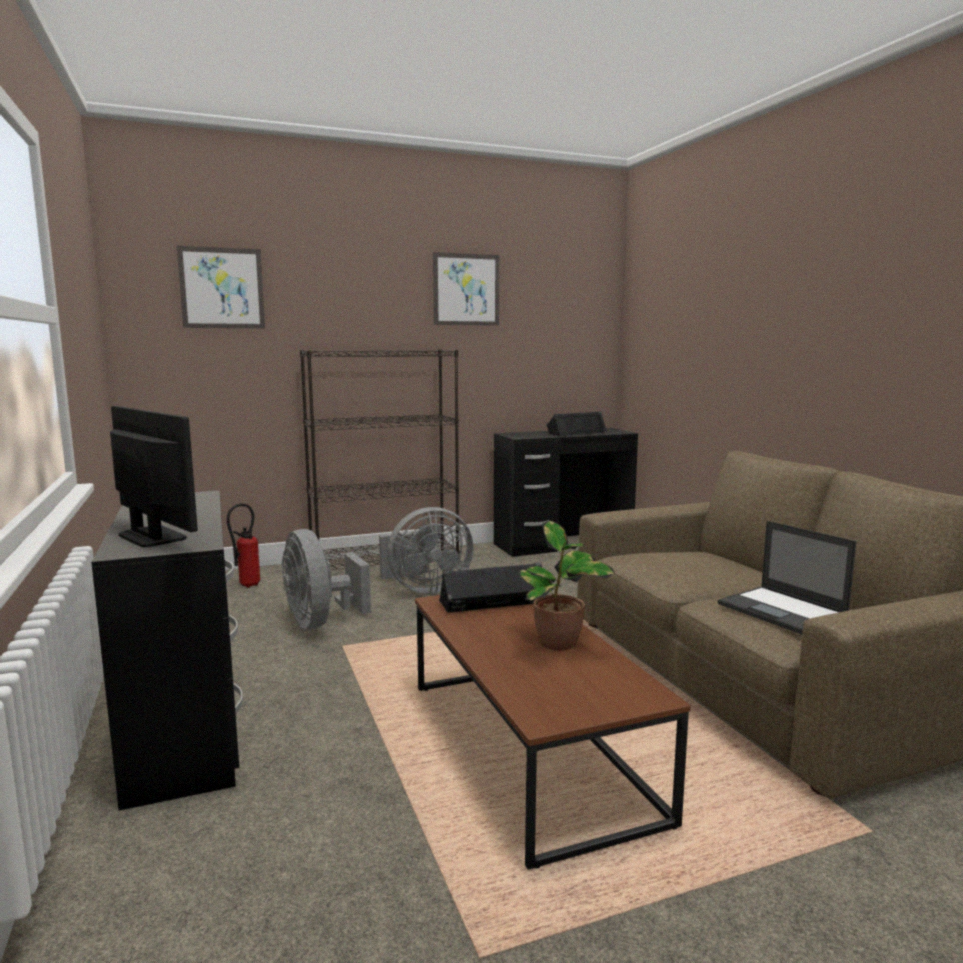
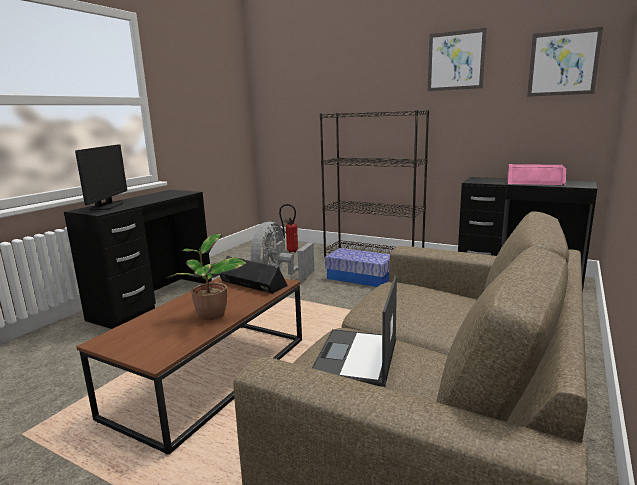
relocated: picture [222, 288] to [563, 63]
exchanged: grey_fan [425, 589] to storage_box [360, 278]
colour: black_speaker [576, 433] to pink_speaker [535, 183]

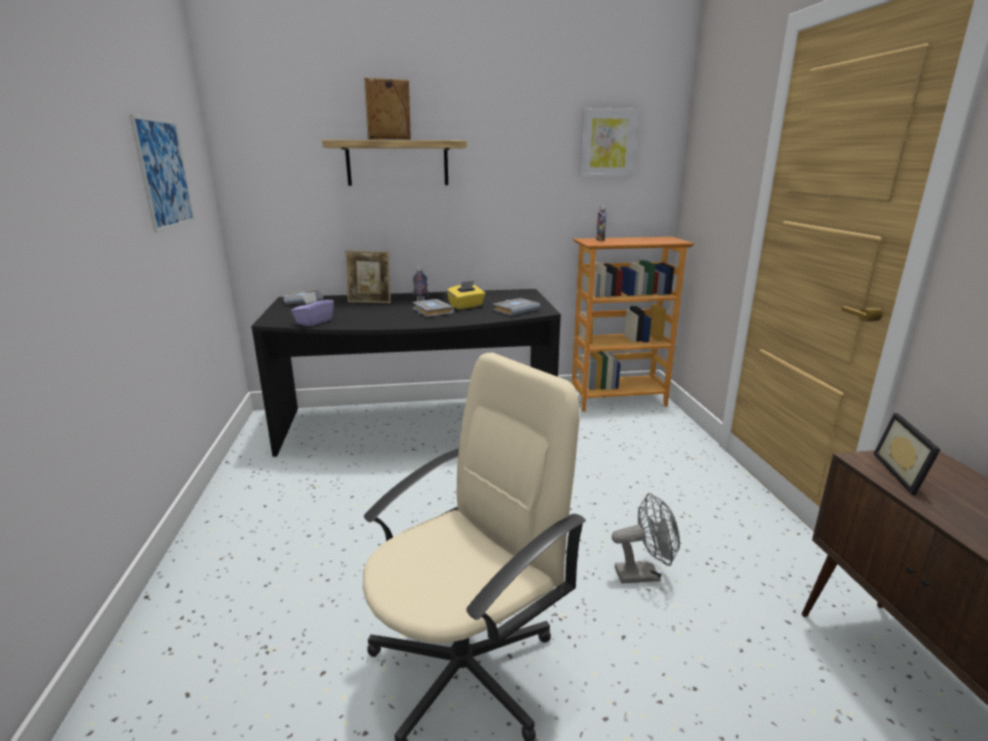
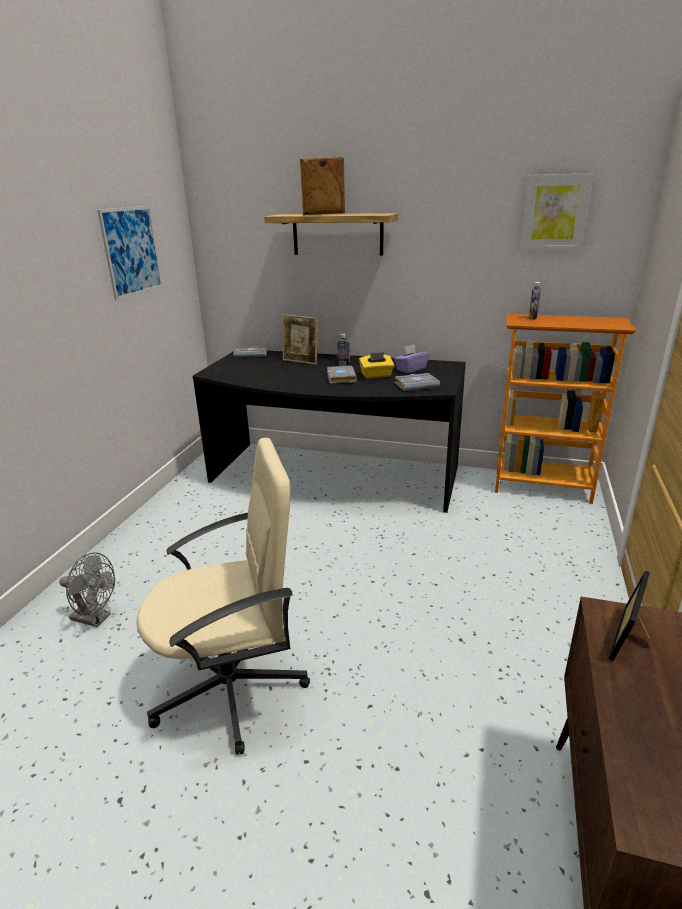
relocated: purple_tissue_box [314, 322] to [410, 369]; grey_fan [644, 574] to [96, 618]

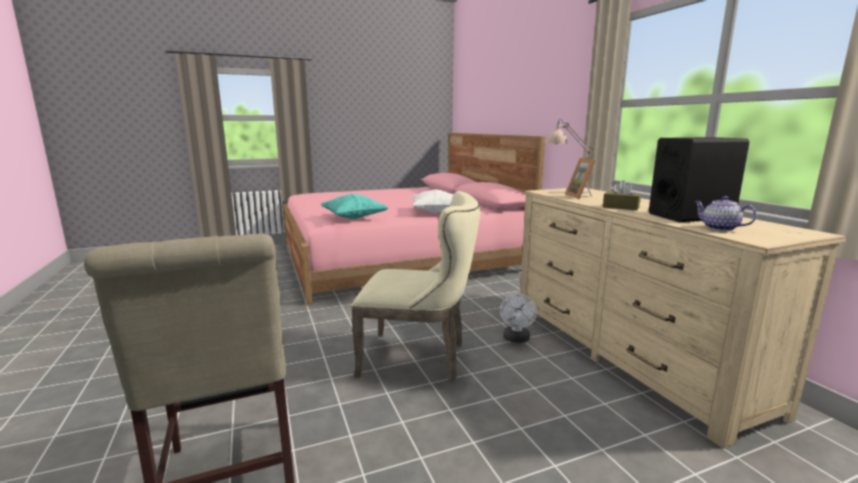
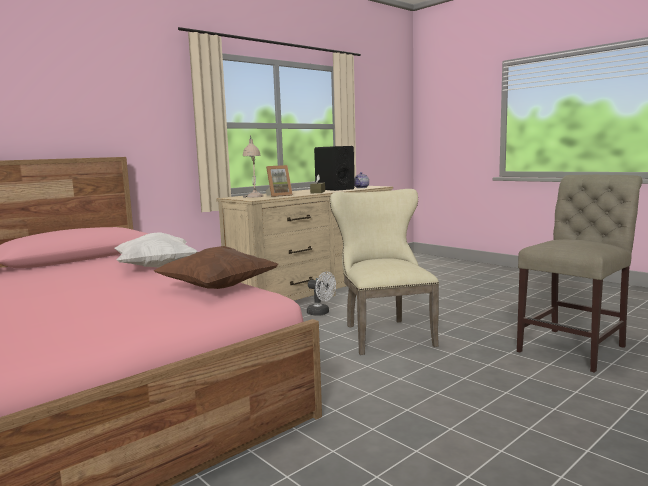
colour: turquoise_pillow [354, 218] to brown_pillow [217, 288]
spun: white_fan [516, 339] = [321, 313] 45 degrees clockwise

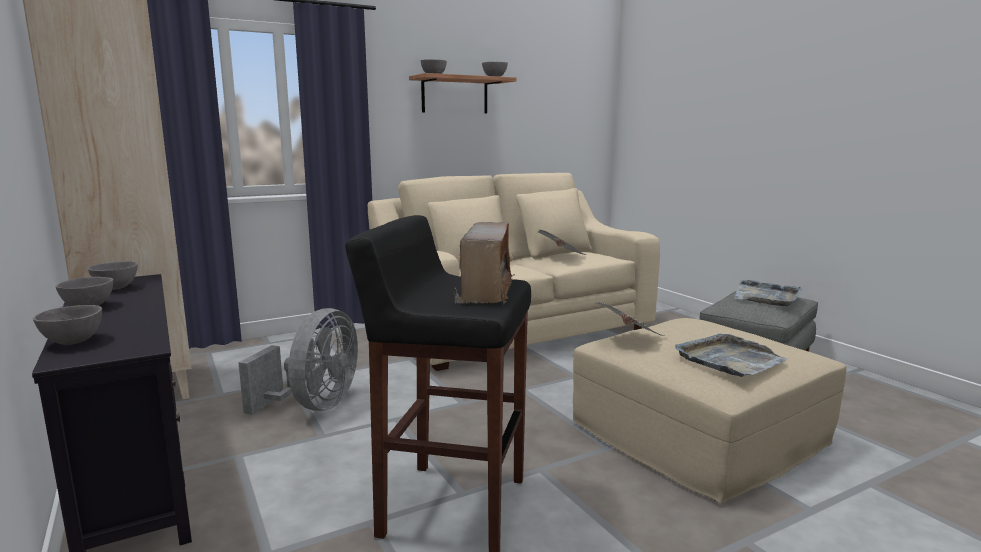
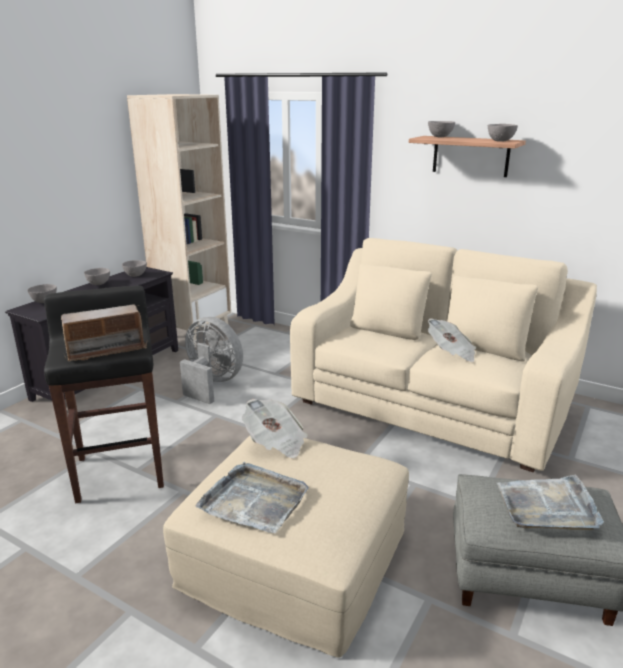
spun: grey_fan [314, 406] = [211, 384] 135 degrees counterclockwise

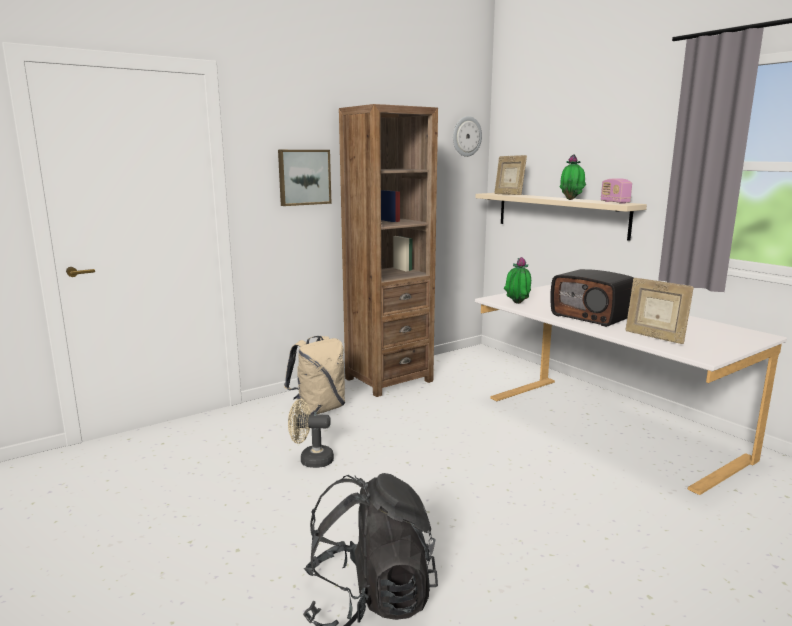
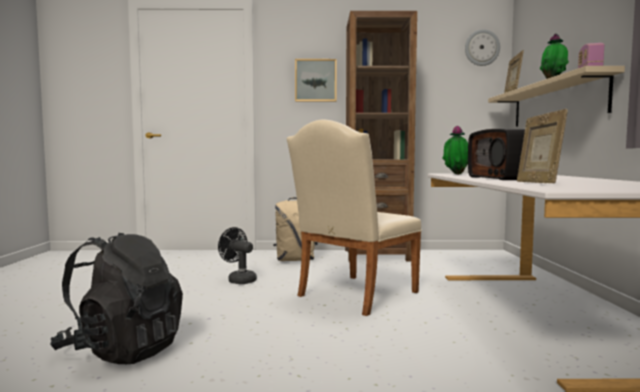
appeared: beige_chair [353, 295]
colour: beige_fan [311, 460] to black_fan [239, 280]

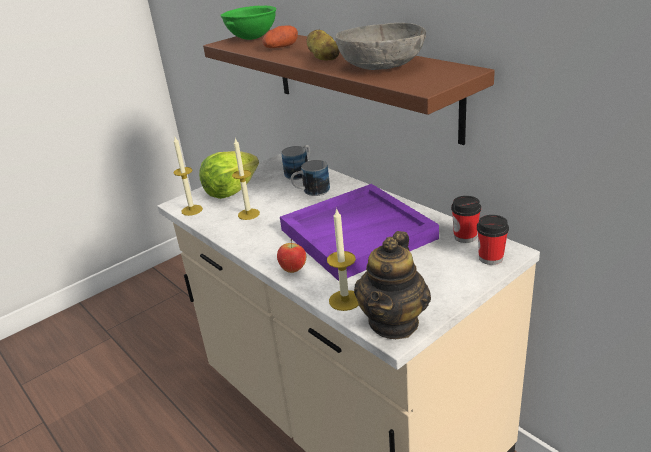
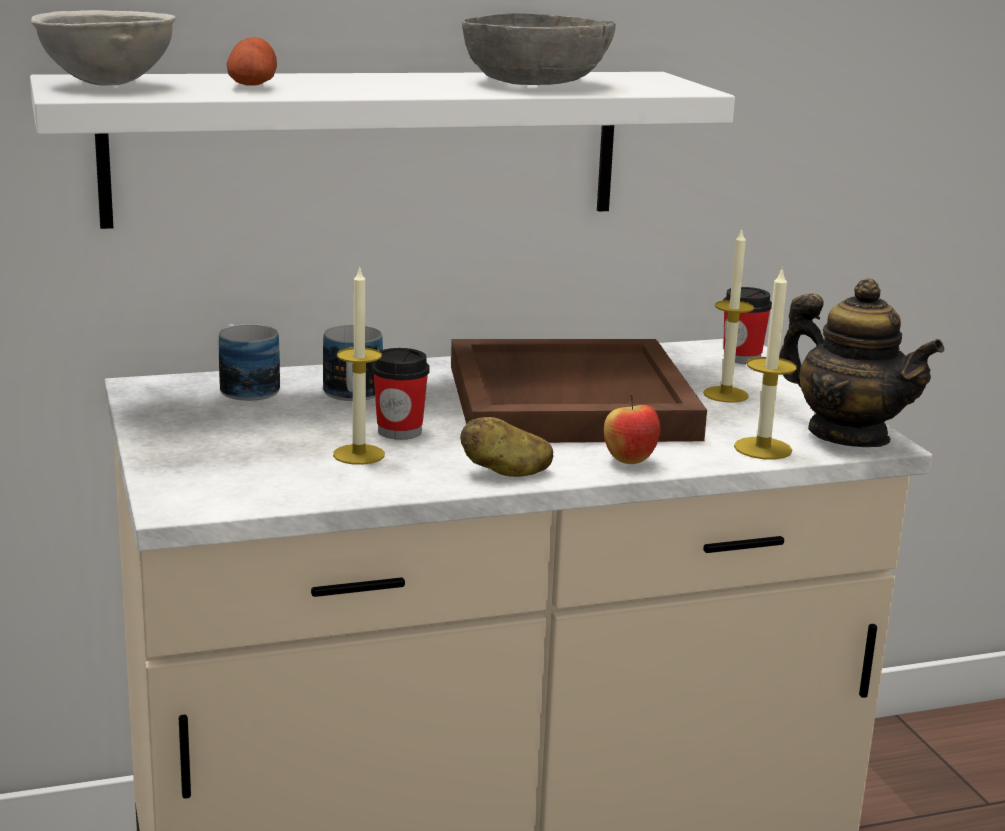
missing: lettuce [231, 190]
relocated: candle [192, 210] to [725, 394]; potato [323, 58] to [505, 472]; cup [465, 237] to [399, 431]
colour: brown_shelf [360, 81] to white_shelf [367, 146]; green_bowl [251, 38] to grey_bowl [105, 85]; purple_tray [357, 233] to brown_tray [567, 401]

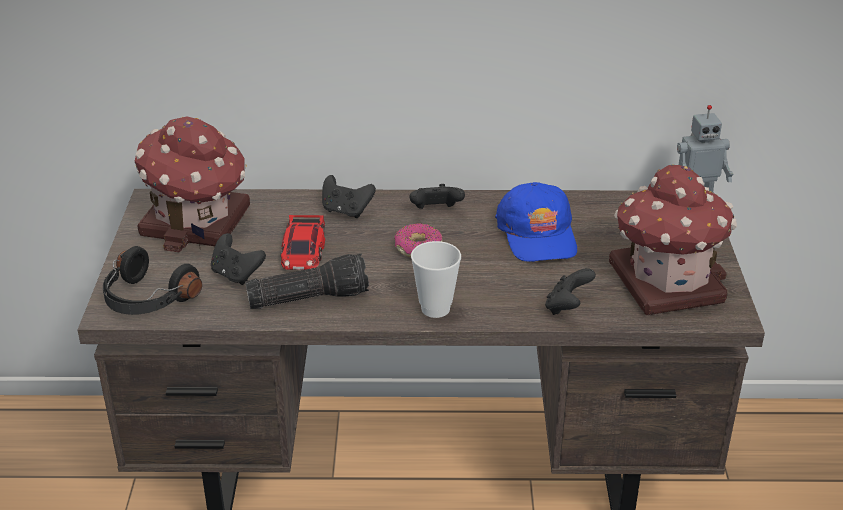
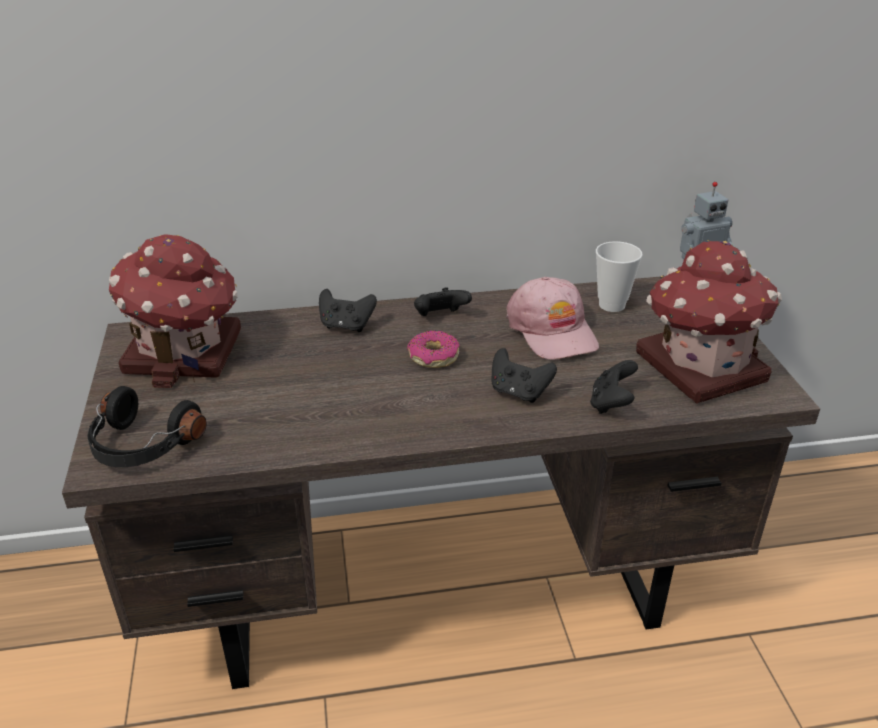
missing: flashlight [309, 297]; toy_car [303, 249]
relocated: black_game_controller [236, 274] to [519, 392]; cup [435, 309] to [611, 305]
colour: blue_cap [538, 234] to pink_cap [552, 330]

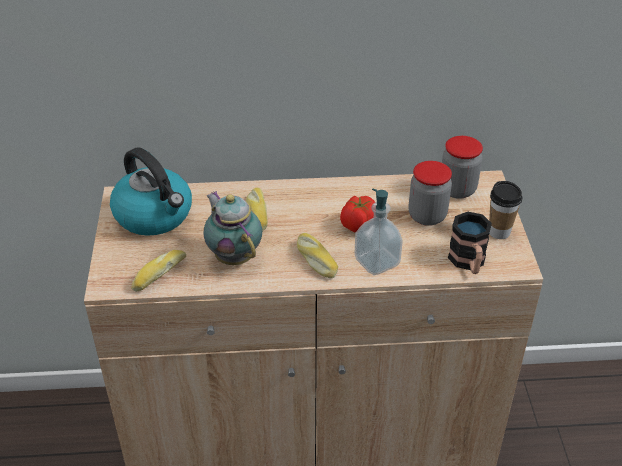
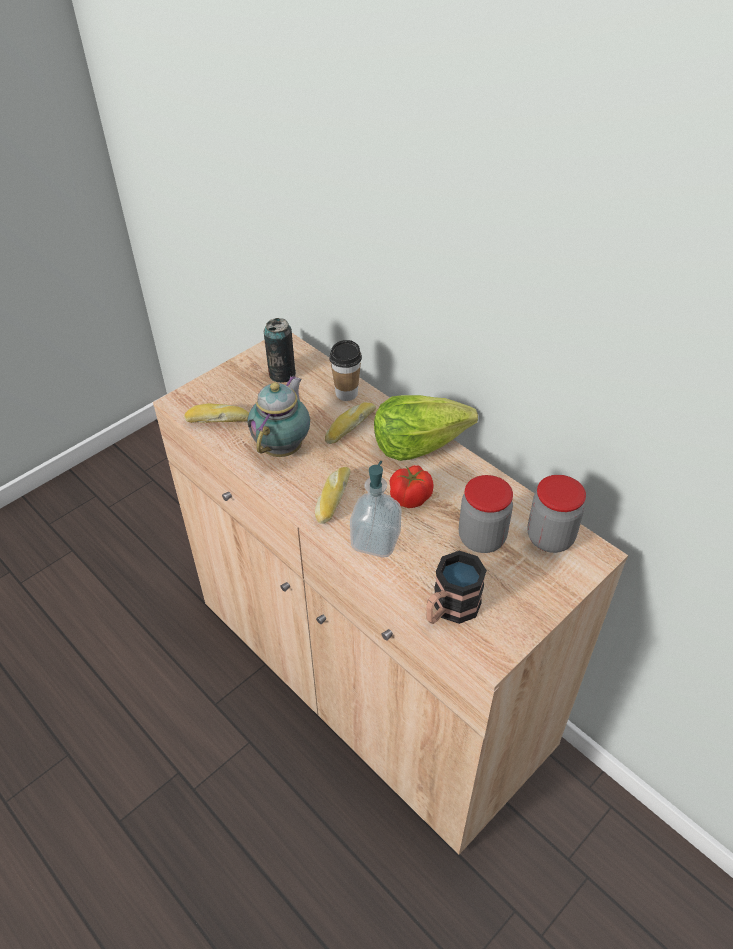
appeared: lettuce [418, 443]
relocated: cup [499, 232] to [346, 393]
exchanged: kettle [155, 215] to can [282, 374]

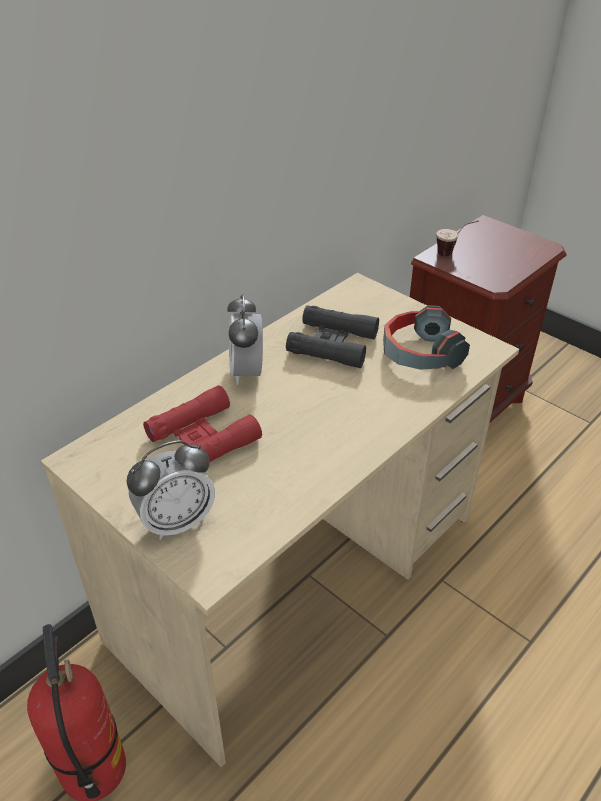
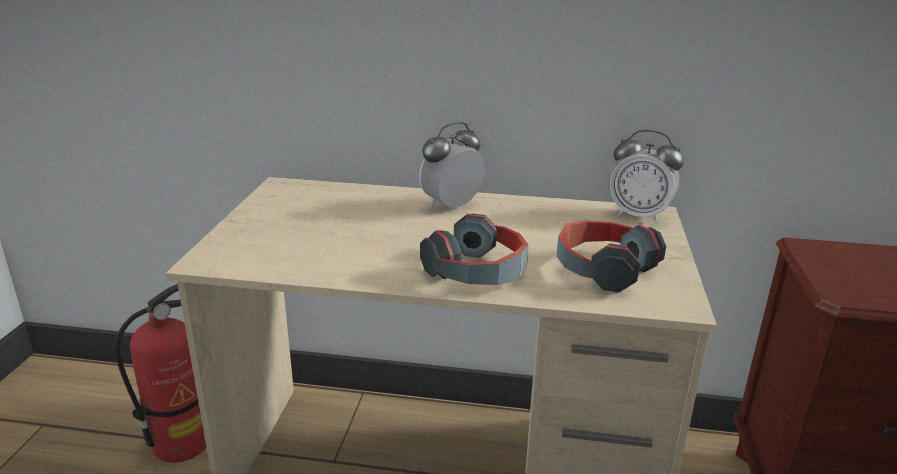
missing: red_binoculars [203, 438]; black_binoculars [332, 344]; cup [453, 253]
appeared: headphones [478, 271]
relocated: alarm_clock [176, 521] to [639, 215]

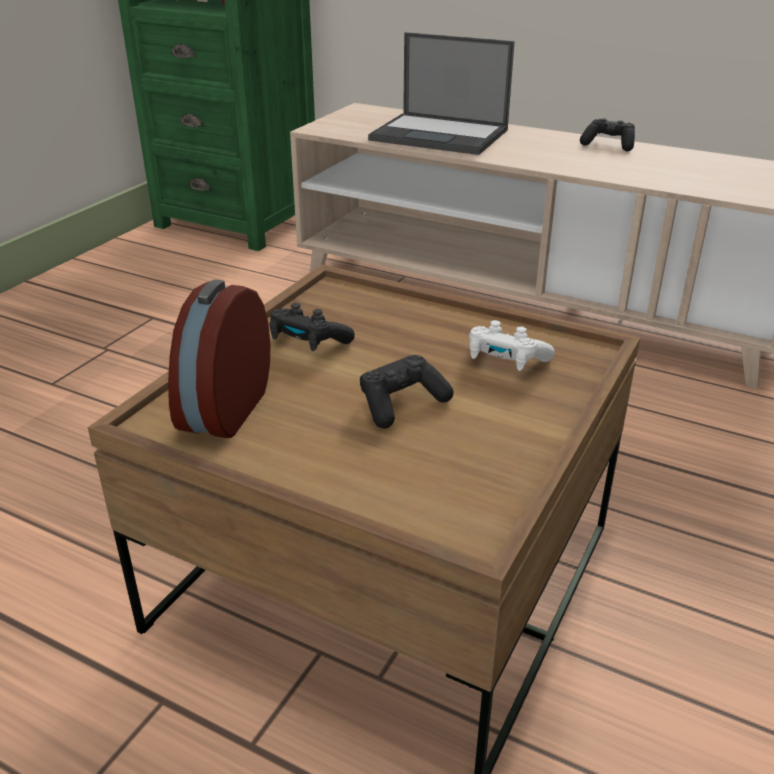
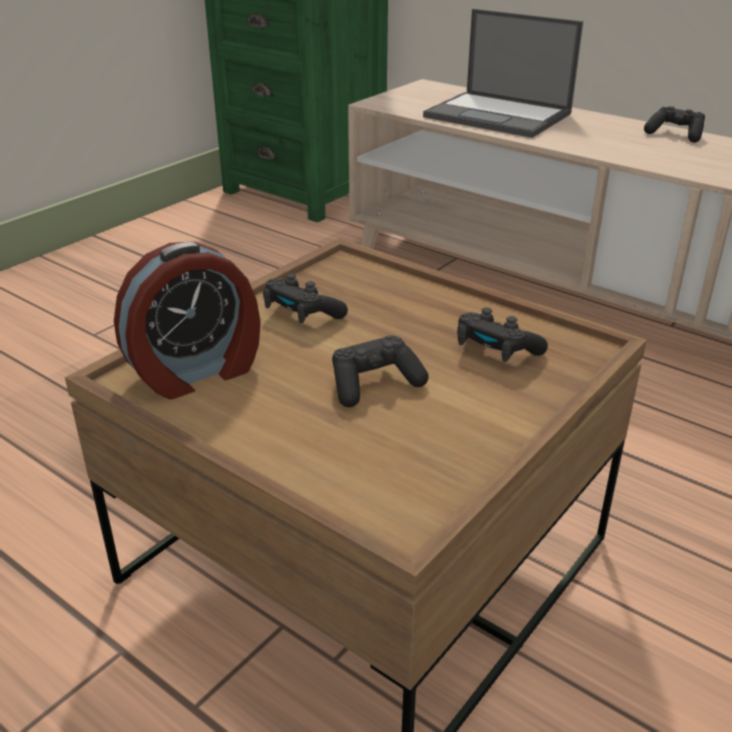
colour: white_game_controller [505, 360] to black_game_controller [495, 350]
spun: alarm_clock [222, 409] = [197, 372] 150 degrees counterclockwise

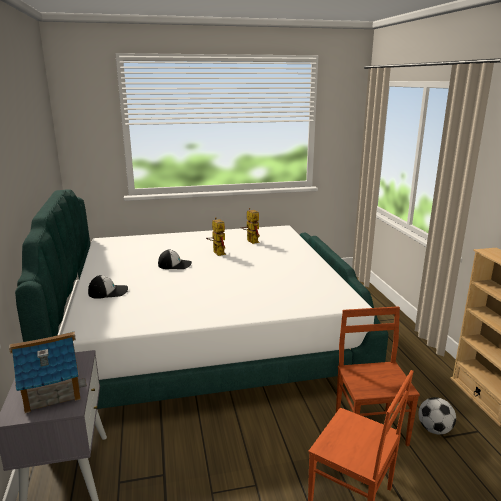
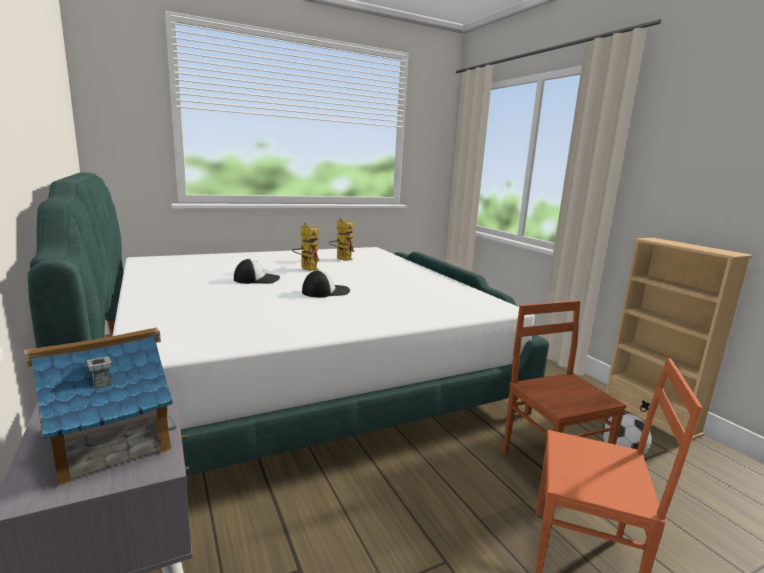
relocated: cap [108, 292] to [325, 292]

